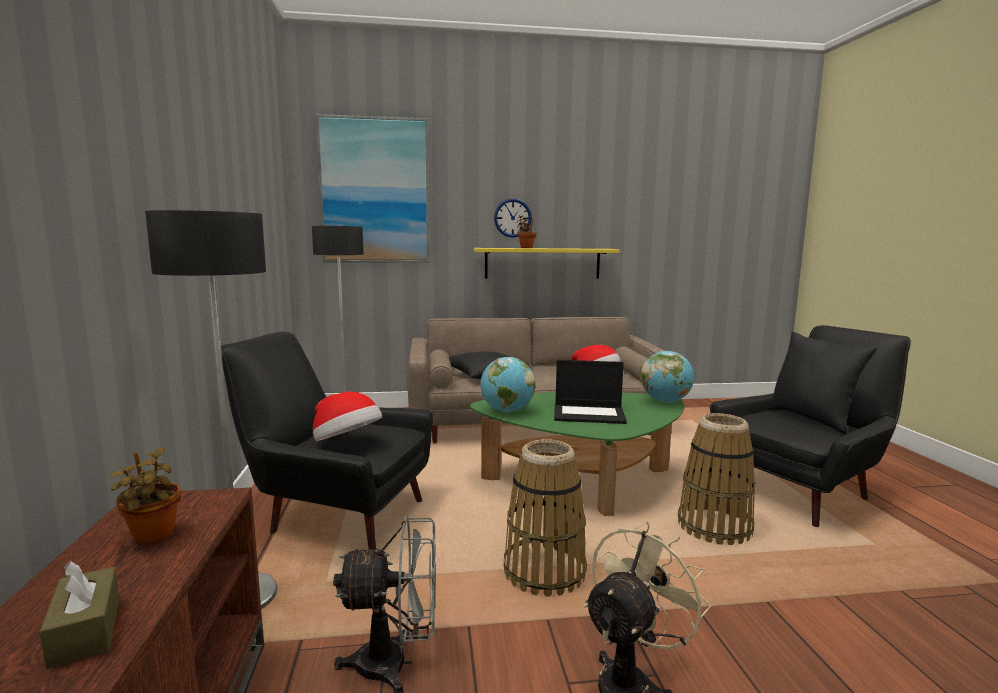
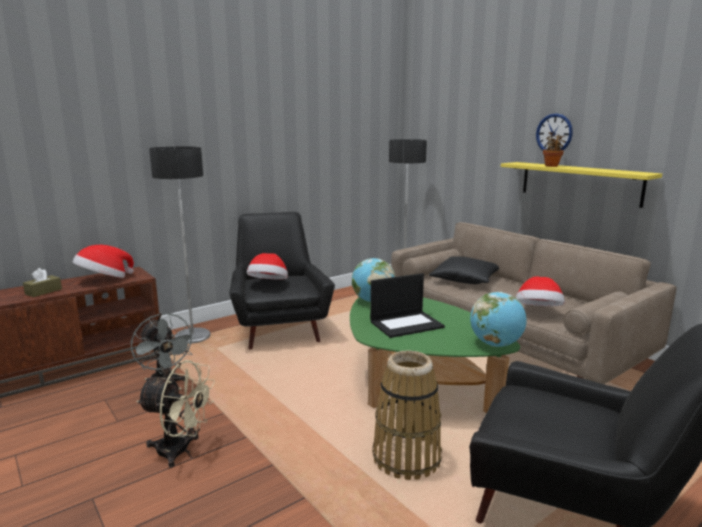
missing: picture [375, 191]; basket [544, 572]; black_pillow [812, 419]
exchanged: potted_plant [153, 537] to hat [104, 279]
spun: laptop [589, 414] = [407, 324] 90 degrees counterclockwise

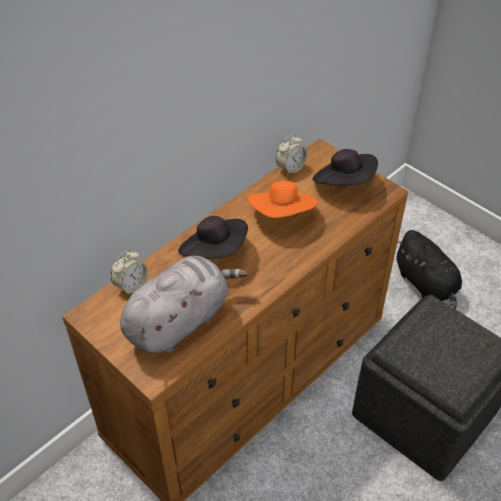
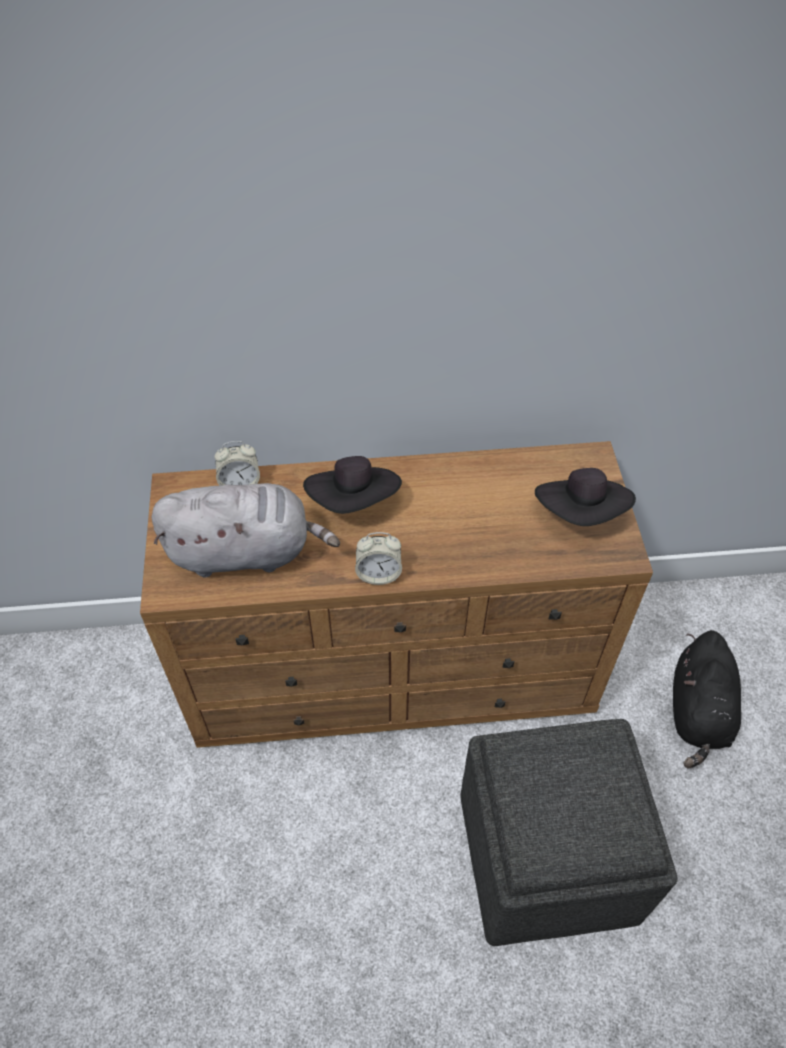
missing: orange_hat [282, 215]
relocated: alarm_clock [290, 168] to [378, 574]

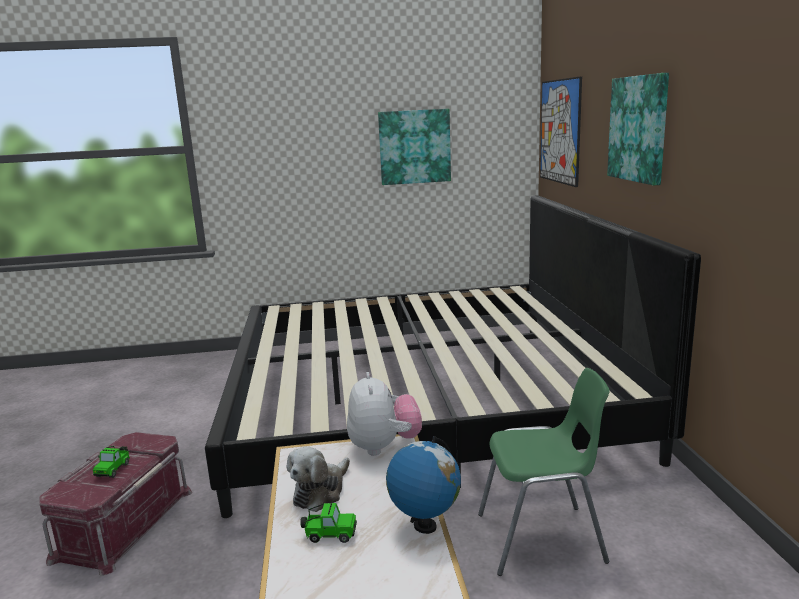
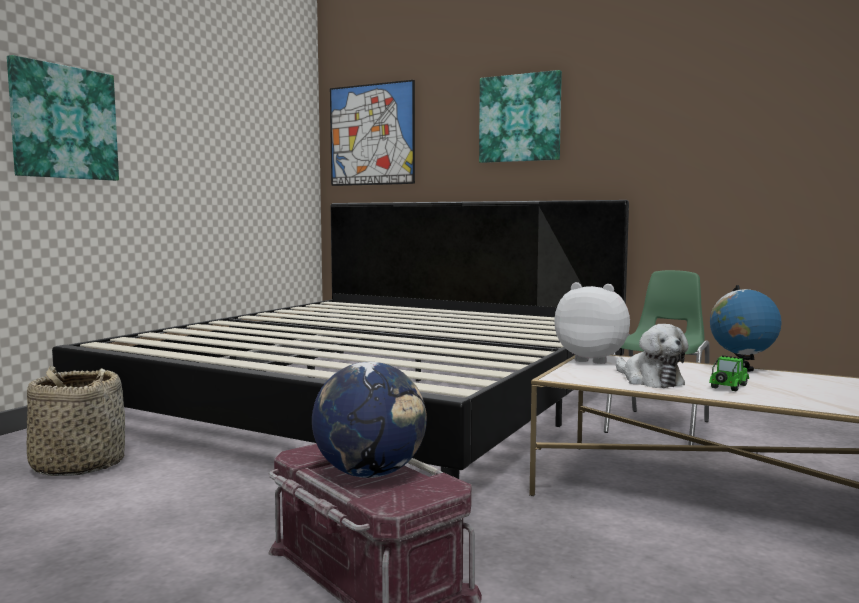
appeared: basket [78, 465]
relocated: picture [414, 147] to [64, 122]
exchanged: toy_car [114, 469] to globe [370, 473]

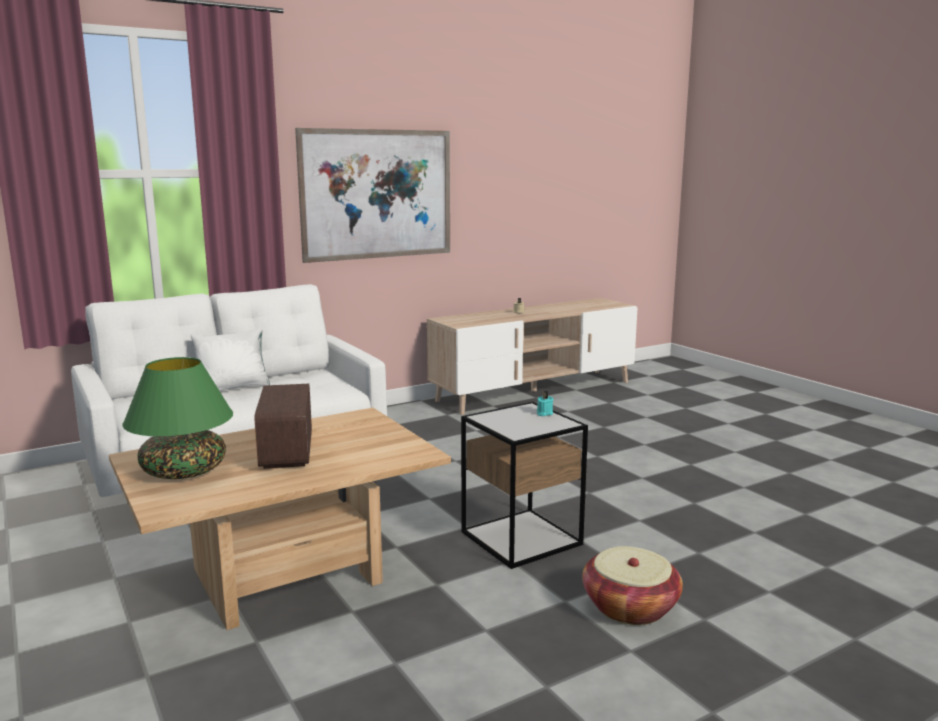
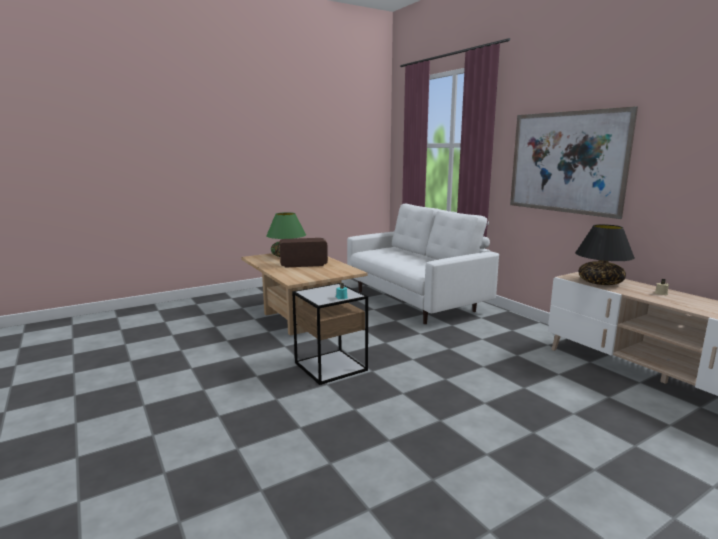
missing: white_pillow [234, 388]; basket [630, 607]
appeared: black_table_lamp [600, 282]

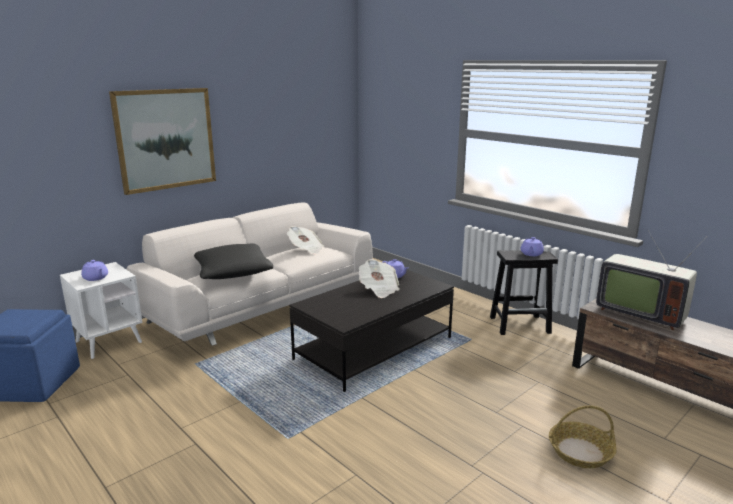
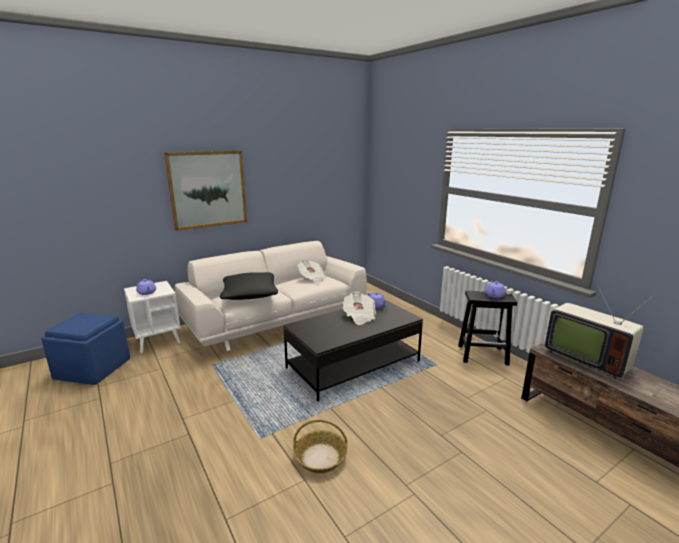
relocated: basket [580, 452] to [320, 457]

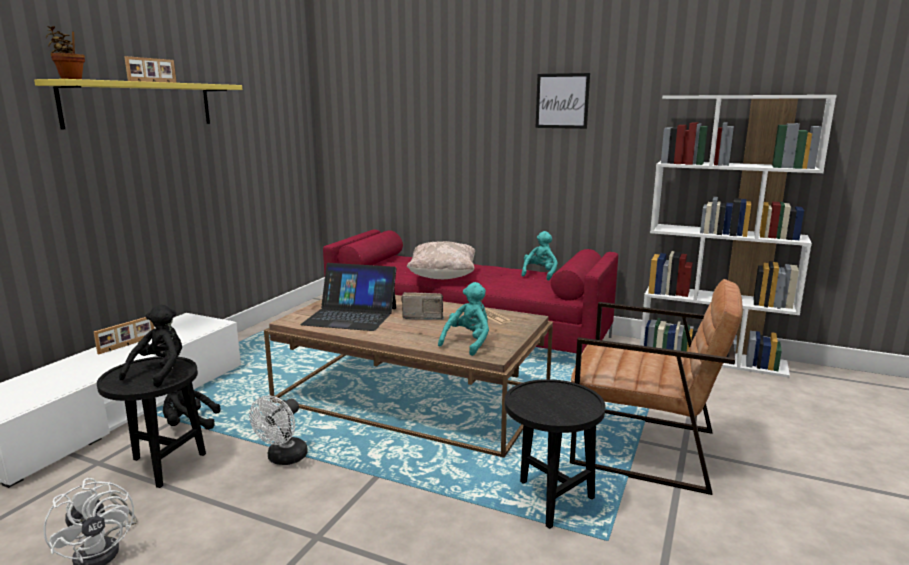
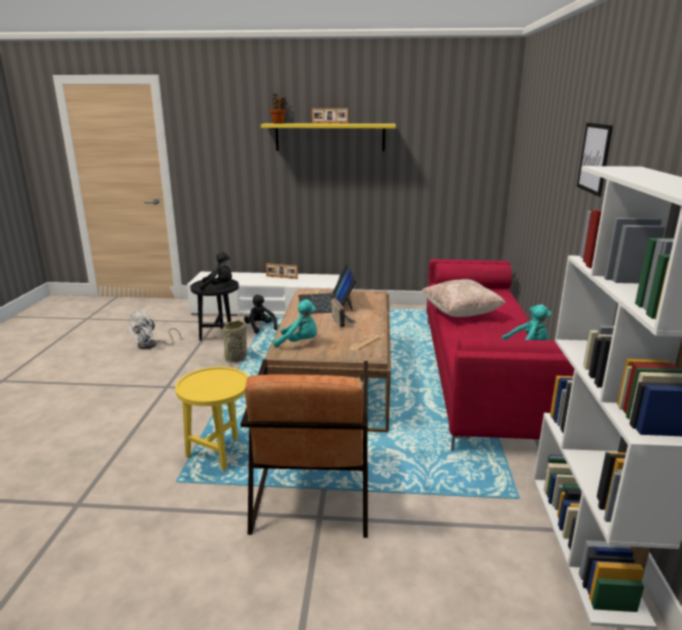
exchanged: white_fan [283, 459] to basket [235, 360]
colour: black_side_table [549, 499] to yellow_side_table [219, 453]

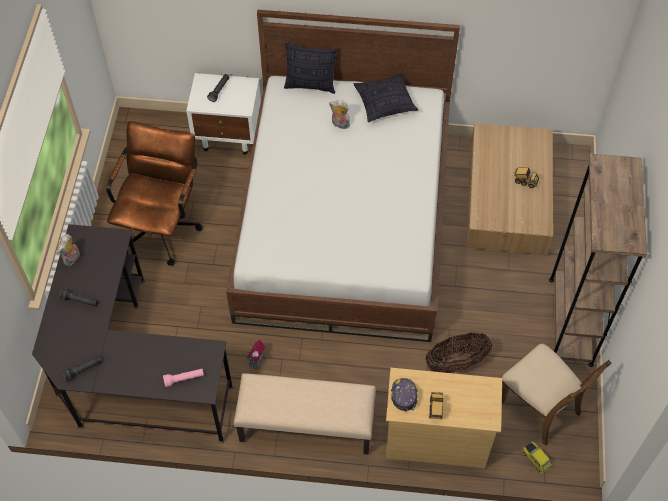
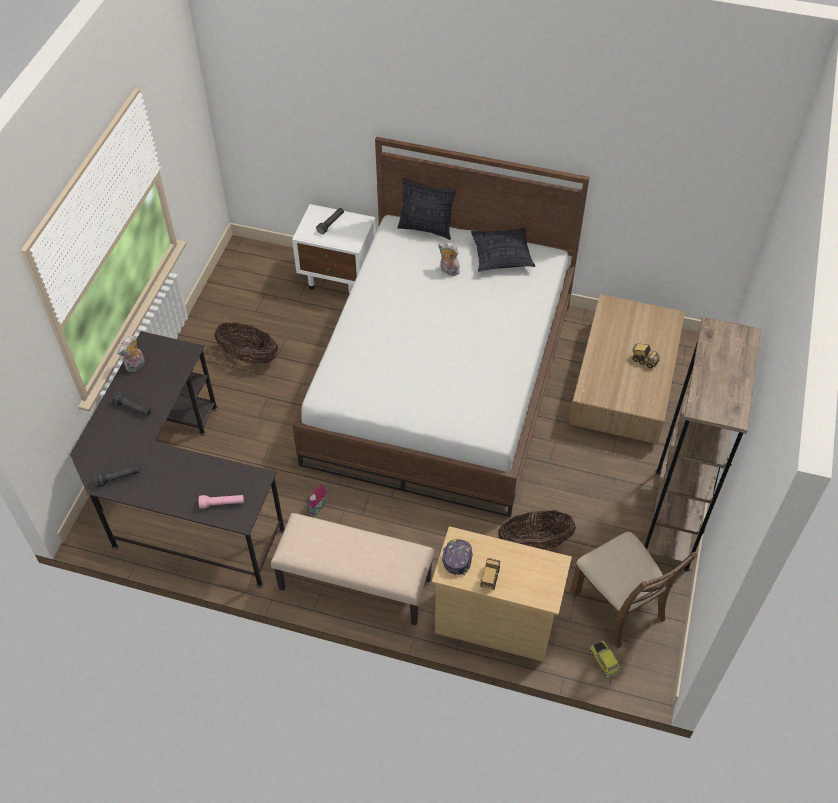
exchanged: brown_office_chair [162, 225] to basket [249, 356]

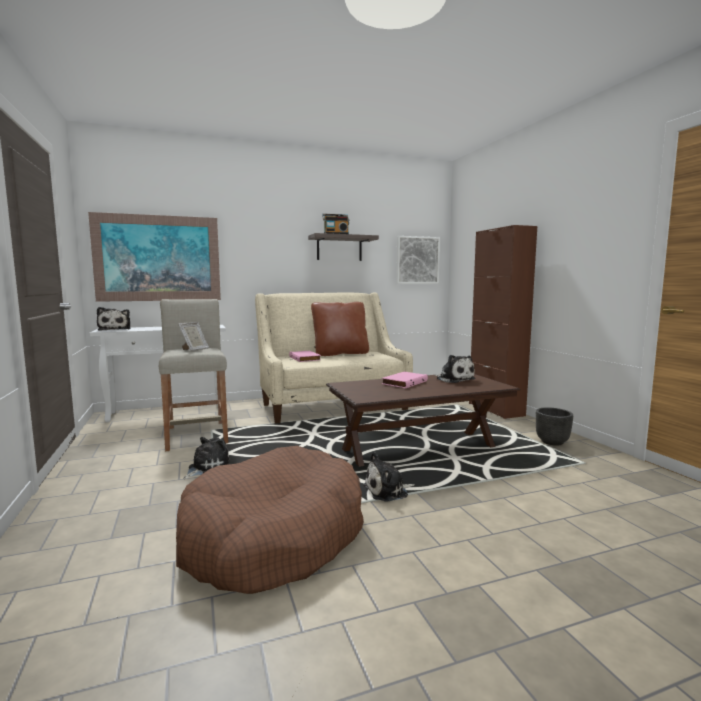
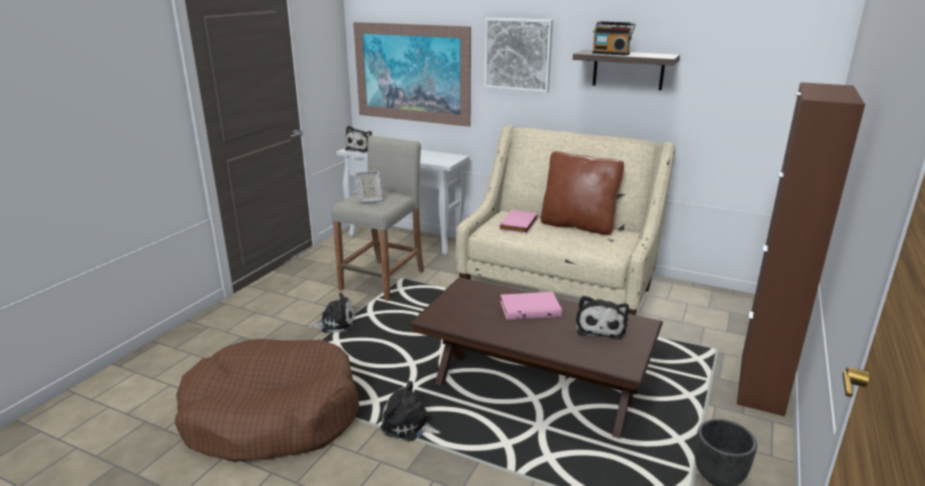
relocated: picture [417, 260] to [518, 54]

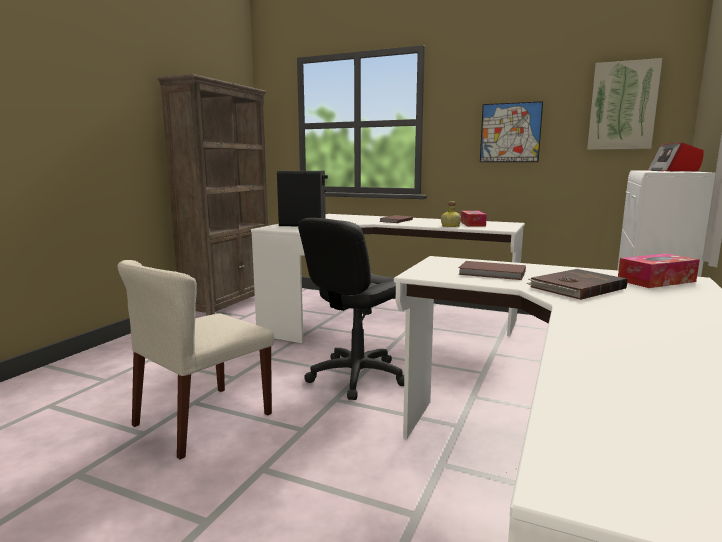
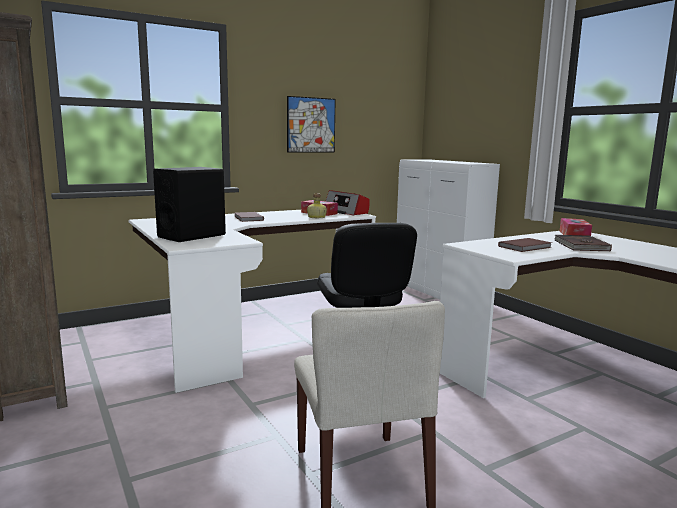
missing: picture [622, 106]
relocated: radio [672, 171] to [346, 212]

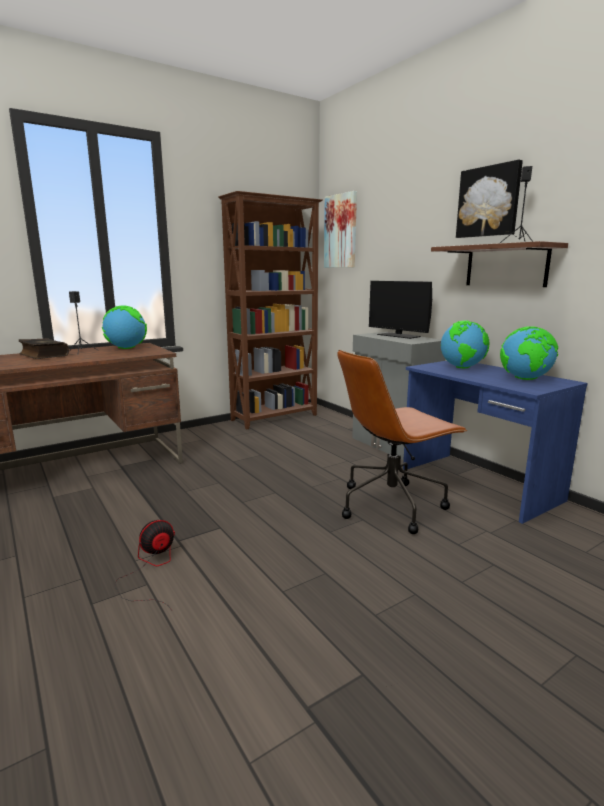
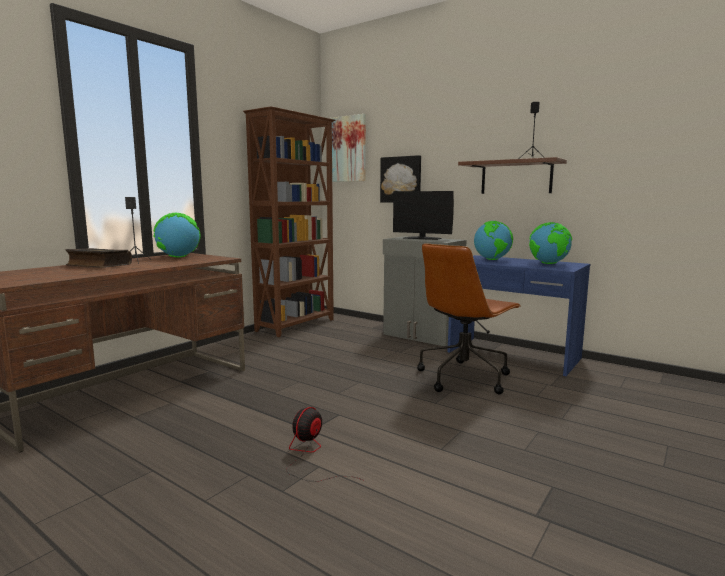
relocated: picture [489, 202] to [401, 179]

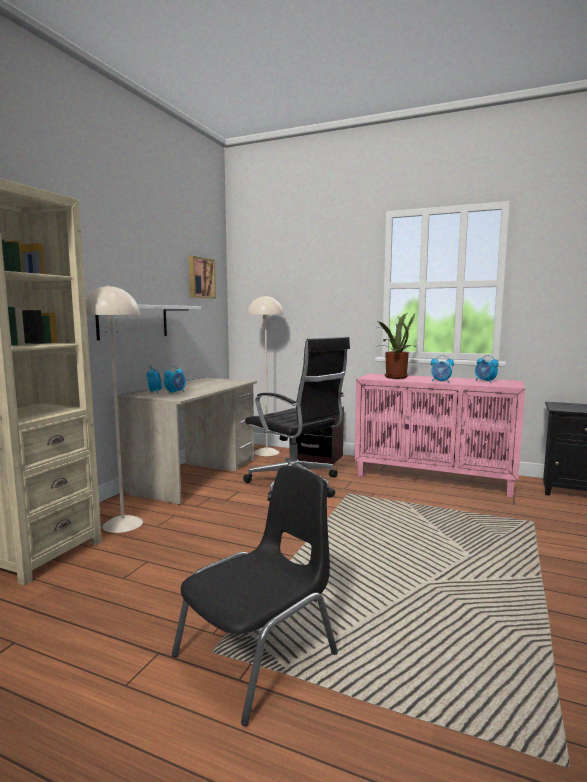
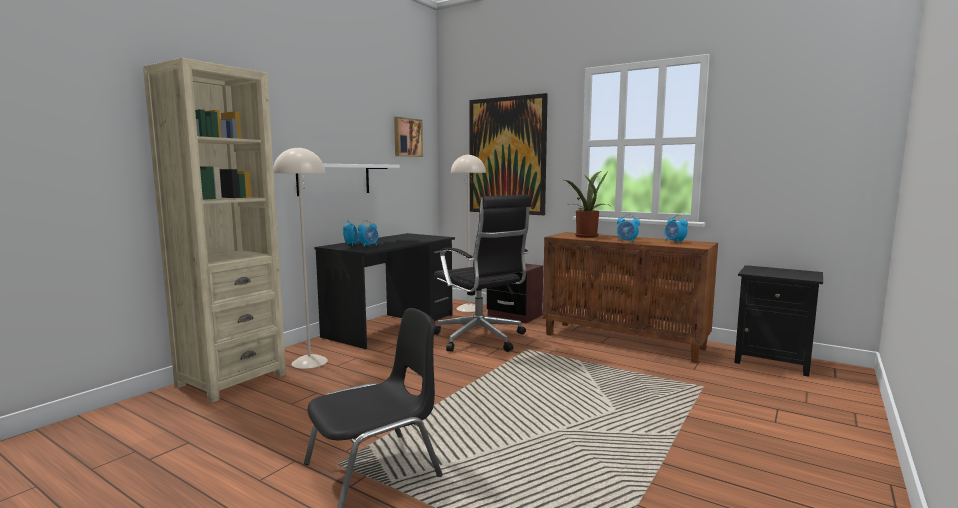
appeared: picture [507, 156]
colour: beige_desk [195, 476] to black_desk [391, 326]; pink_cabinet [434, 479] to brown_cabinet [624, 341]

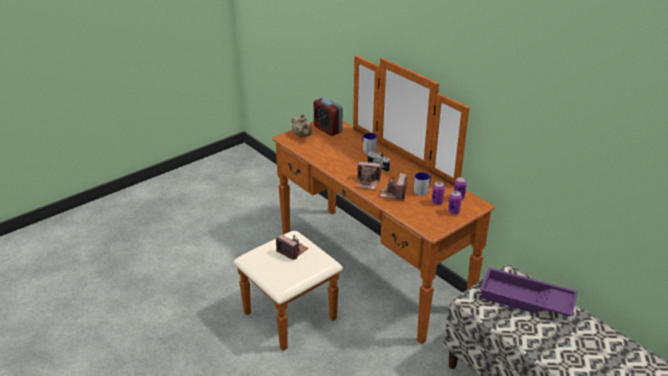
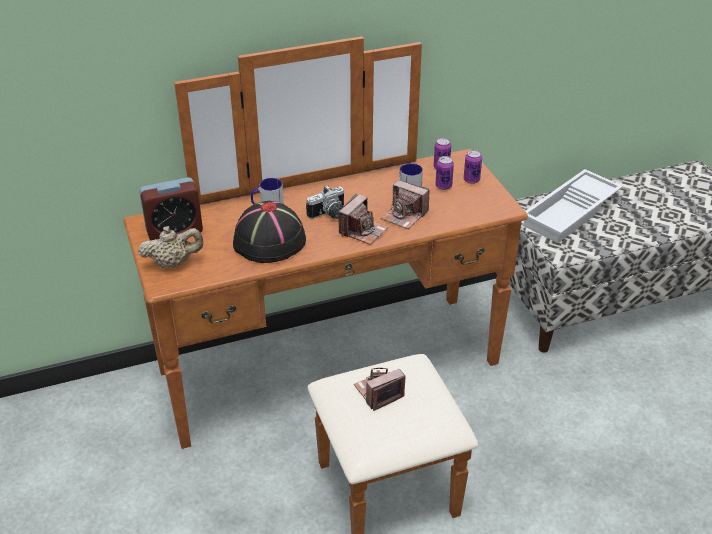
appeared: black_hat [269, 242]
colour: purple_tray [525, 300] to white_tray [571, 213]

